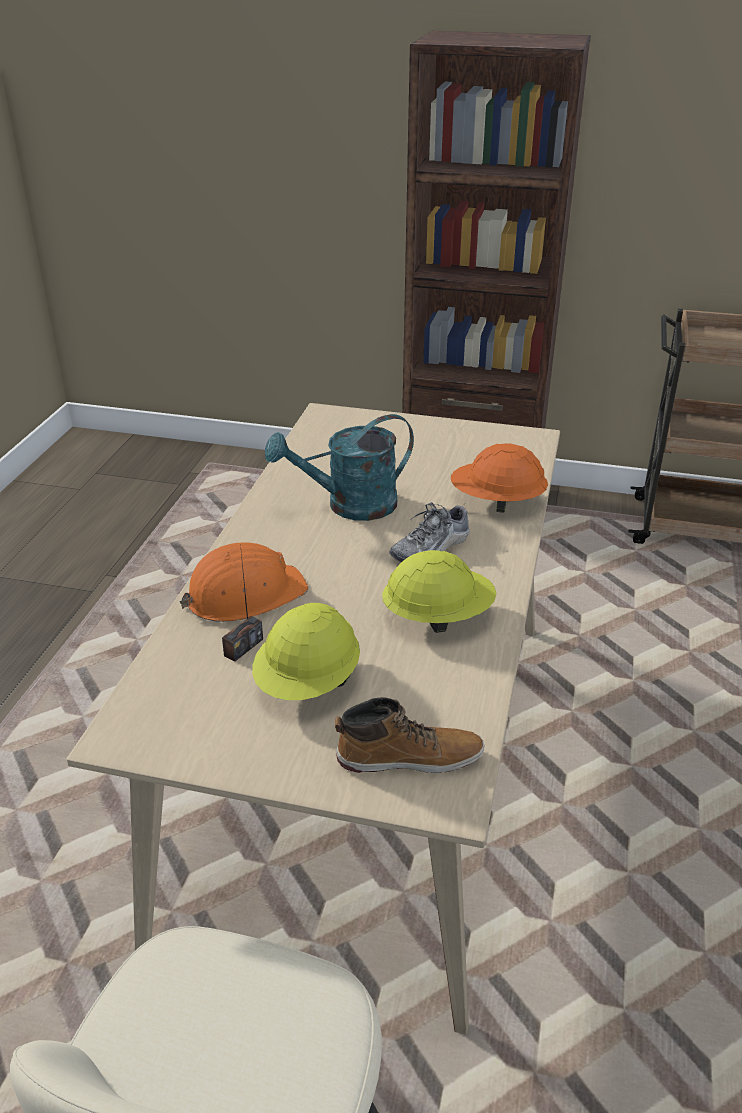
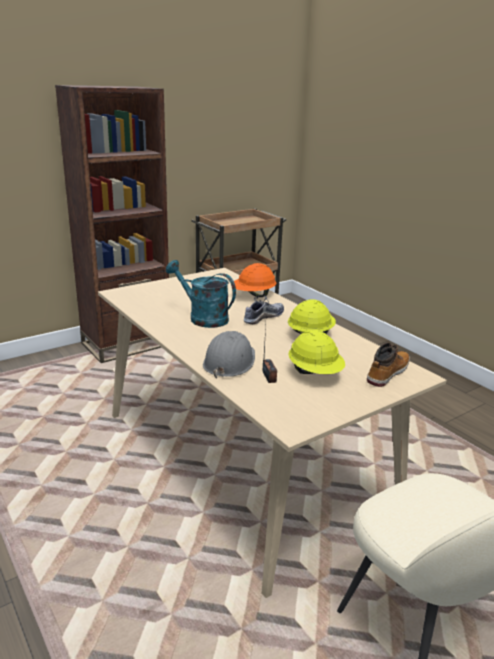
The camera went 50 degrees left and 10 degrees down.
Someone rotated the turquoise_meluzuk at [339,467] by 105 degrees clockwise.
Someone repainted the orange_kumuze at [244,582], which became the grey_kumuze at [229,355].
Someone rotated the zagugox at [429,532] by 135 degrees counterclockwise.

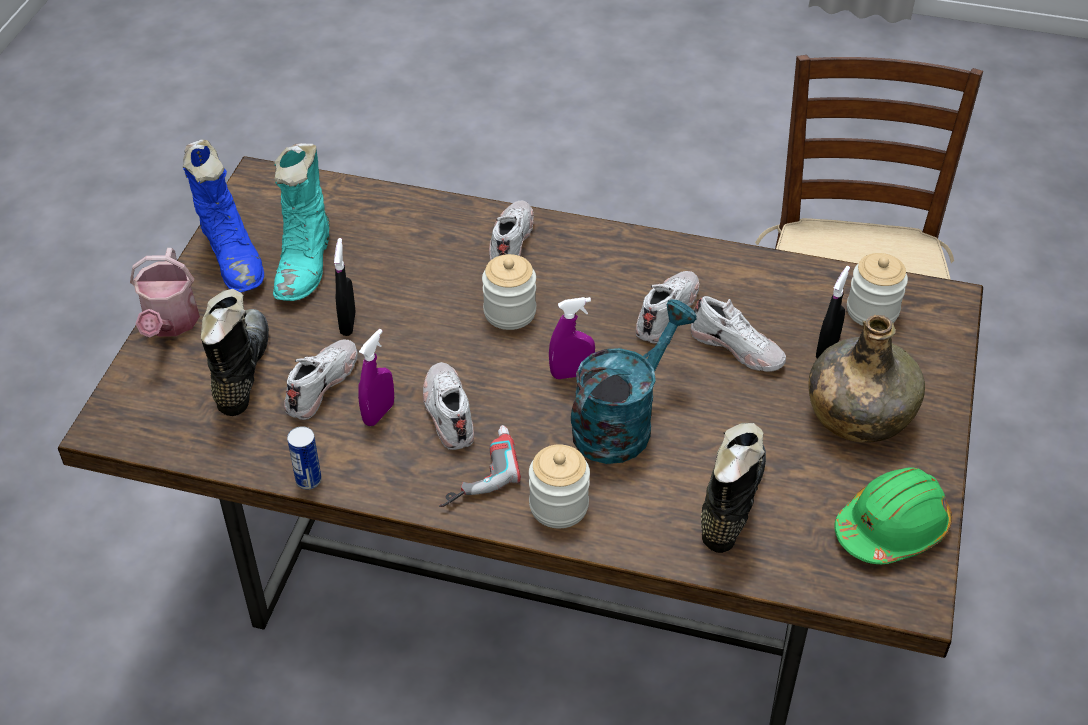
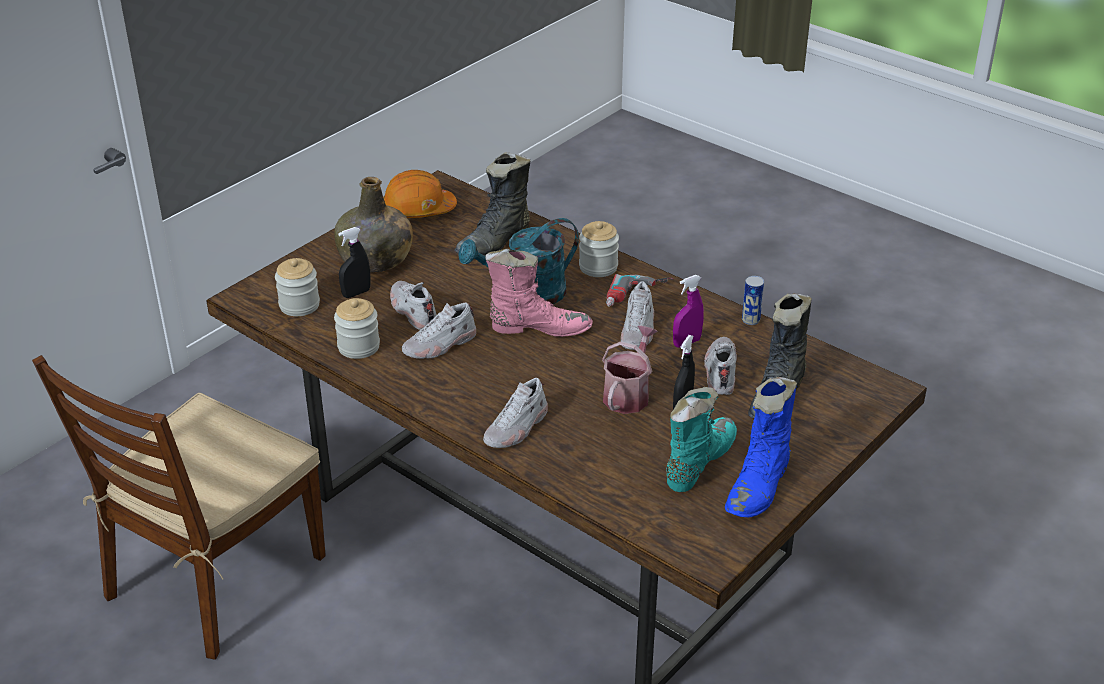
The camera went 155 degrees left and 10 degrees down.
Someone carried the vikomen from [509,292] to [357,328].
Someone repainted the green_kumuze at [893,515], which became the orange_kumuze at [420,194].
Someone swapped the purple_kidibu at [572,338] for the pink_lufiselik at [539,293].
Someone carried the meluzuk from [165,293] to [630,369].
Someone rotated the white_zagugox at [321,380] by 135 degrees clockwise.
Someone rotated the blue_lufiselik at [223,216] by 150 degrees counterclockwise.

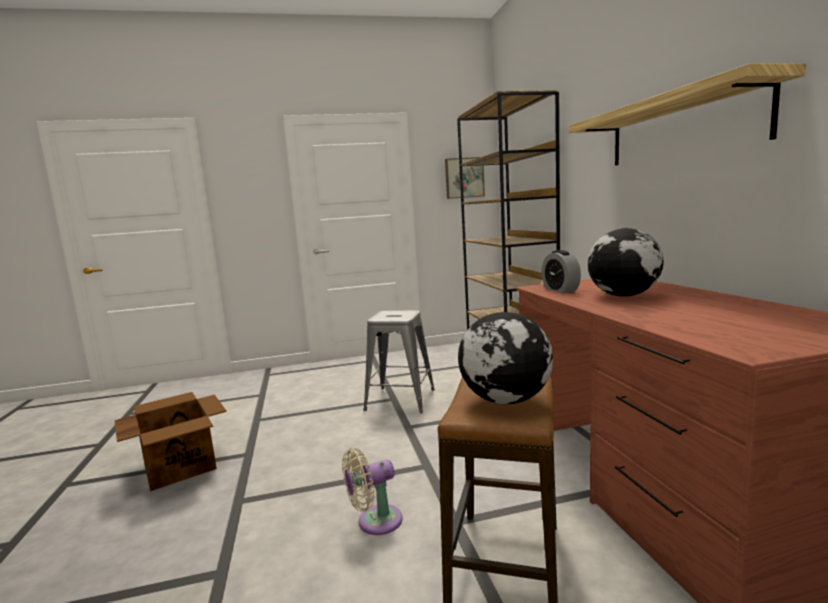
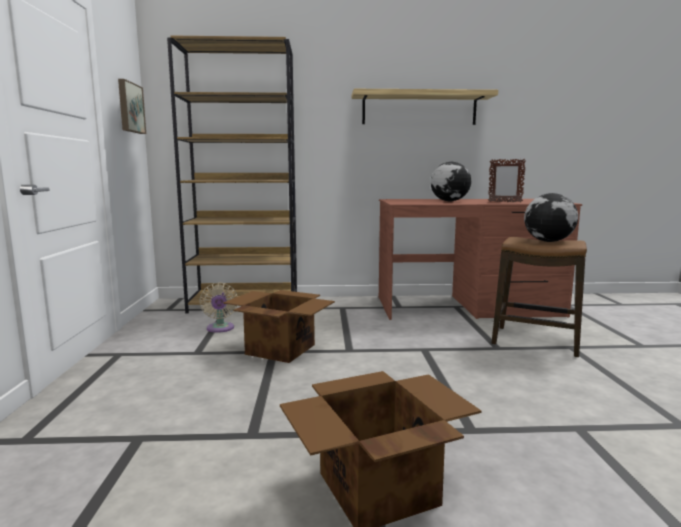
The camera went 80 degrees left and 0 degrees up.
Someone carried the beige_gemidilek from [372,491] to [218,307].
Someone swapped the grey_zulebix at [399,361] for the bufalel at [279,326].
Someone put down the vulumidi at [507,180].
Someone took away the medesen at [561,271].

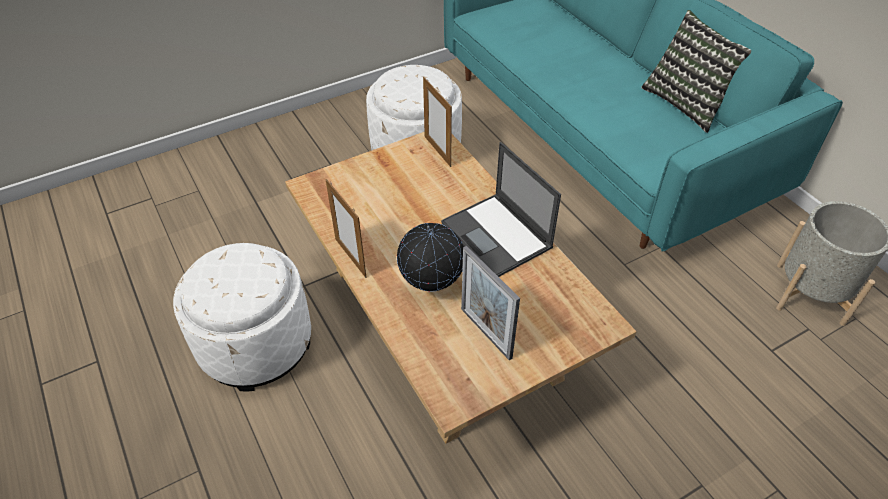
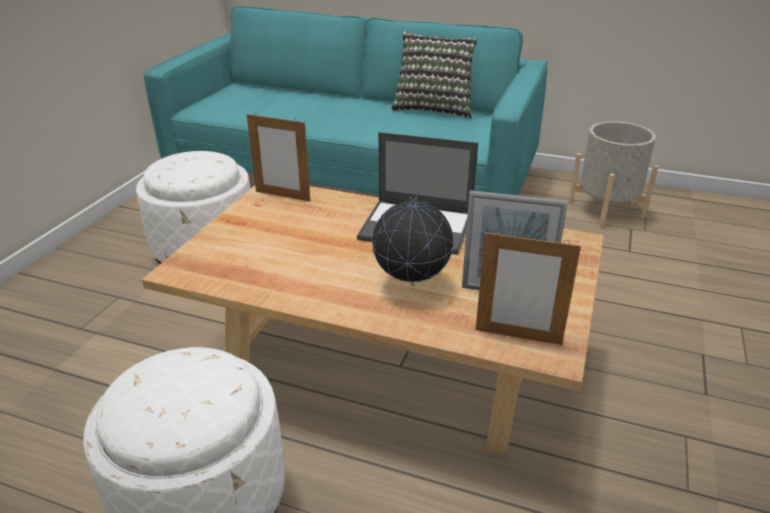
The camera went 40 degrees left and 15 degrees down.
Someone carried the vulumidi from [345,228] to [528,287].

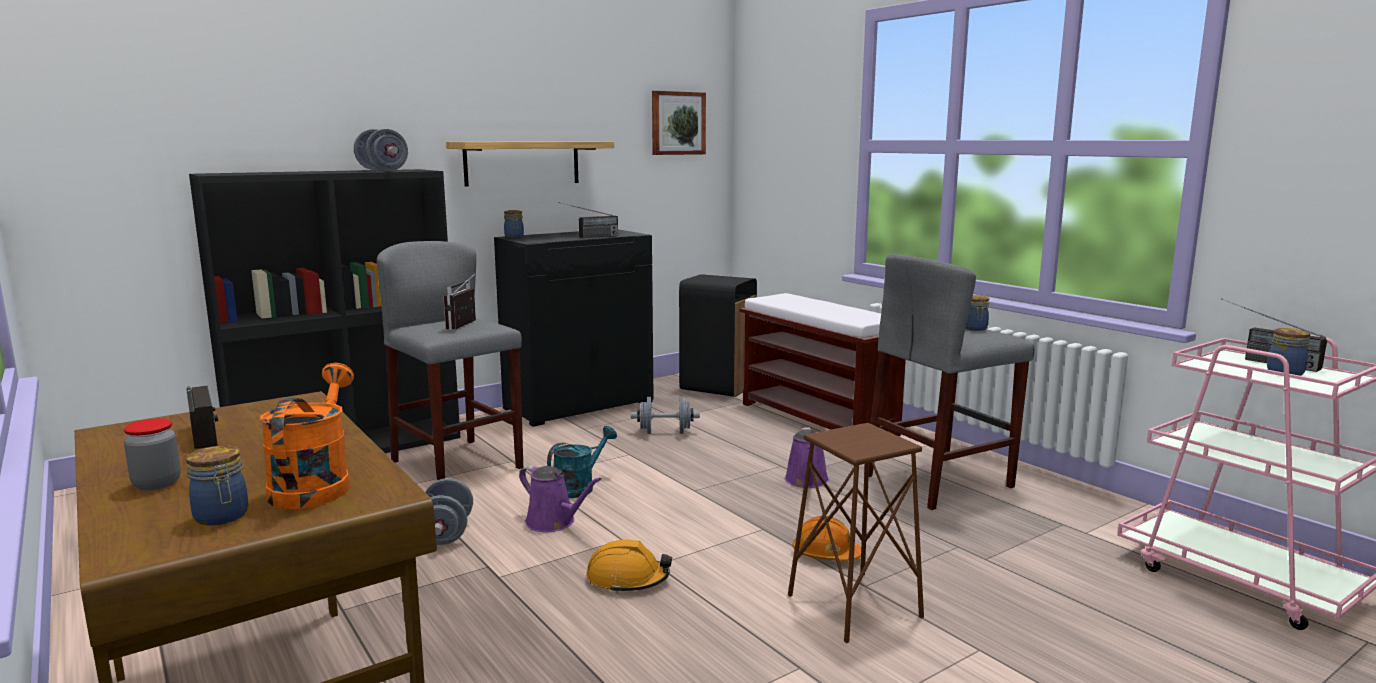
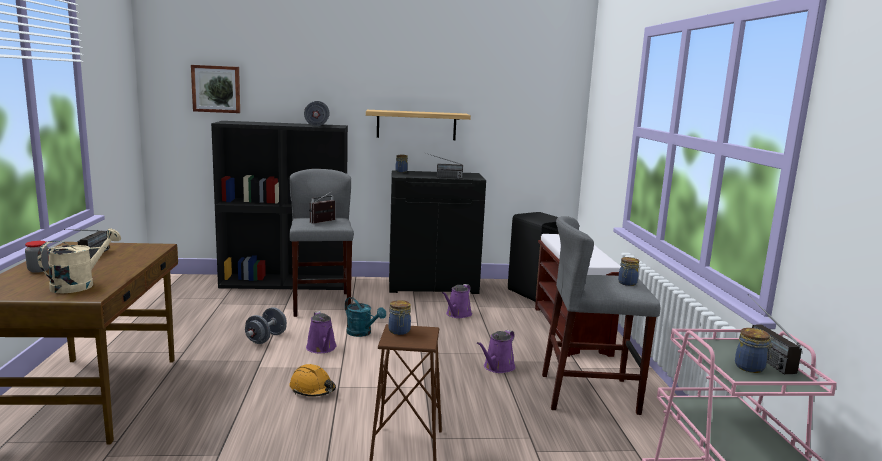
The camera went 30 degrees right and 0 degrees up.
Someone repainted the orange_meluzuk at [307,436], which became the beige_meluzuk at [79,260].
Someone carried the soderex from [679,123] to [215,89].
Someone rotated the turquoise_meluzuk at [582,462] by 60 degrees clockwise.
Someone carried the vikomen from [217,485] to [400,317].
Someone swapped the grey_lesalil at [665,415] for the purple_meluzuk at [457,301].
Someone took away the orange_kumuze at [827,538].

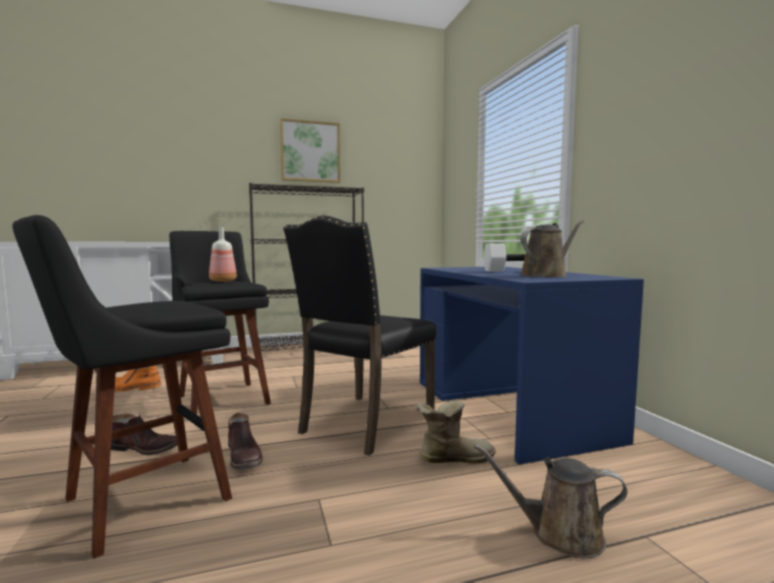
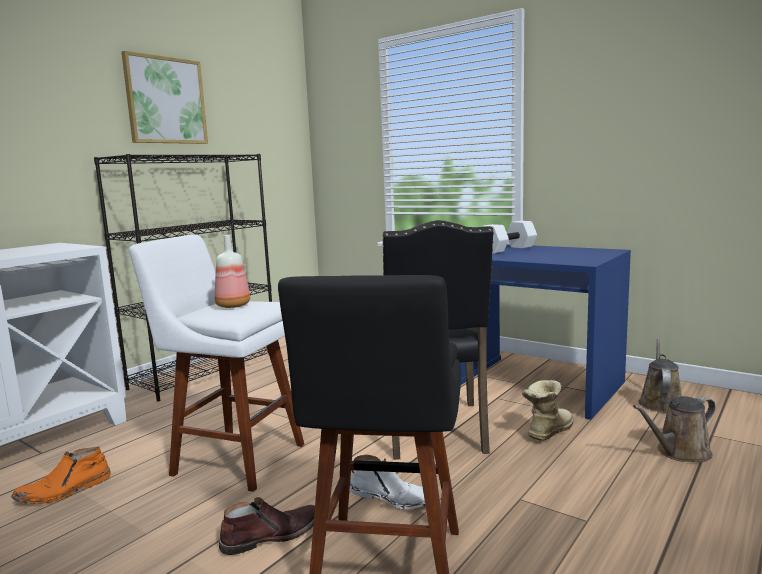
The camera went 35 degrees left and 5 degrees up.
Someone repainted the black_zulebix at [220,323], which became the white_zulebix at [217,363].
Someone repainted the brown_lufiselik at [245,441], which became the white_lufiselik at [388,482].
Someone carried the brown_meluzuk from [552,248] to [660,375].

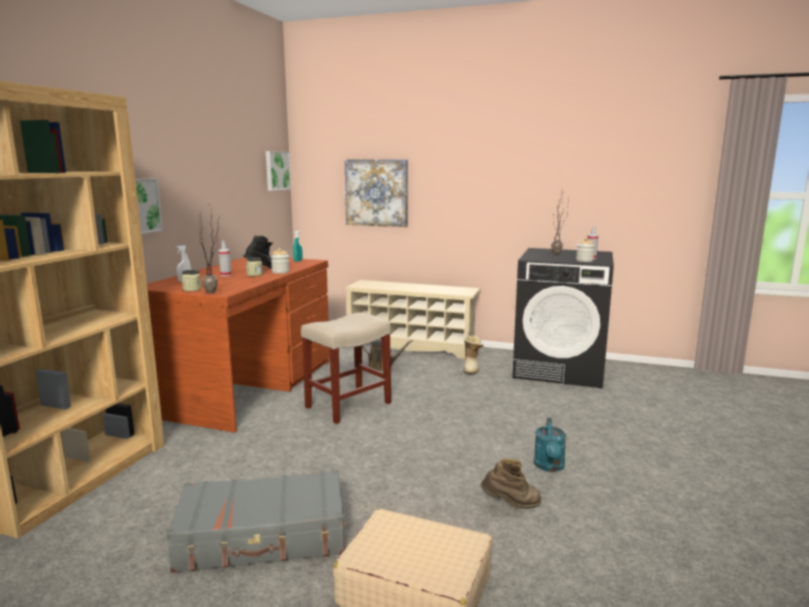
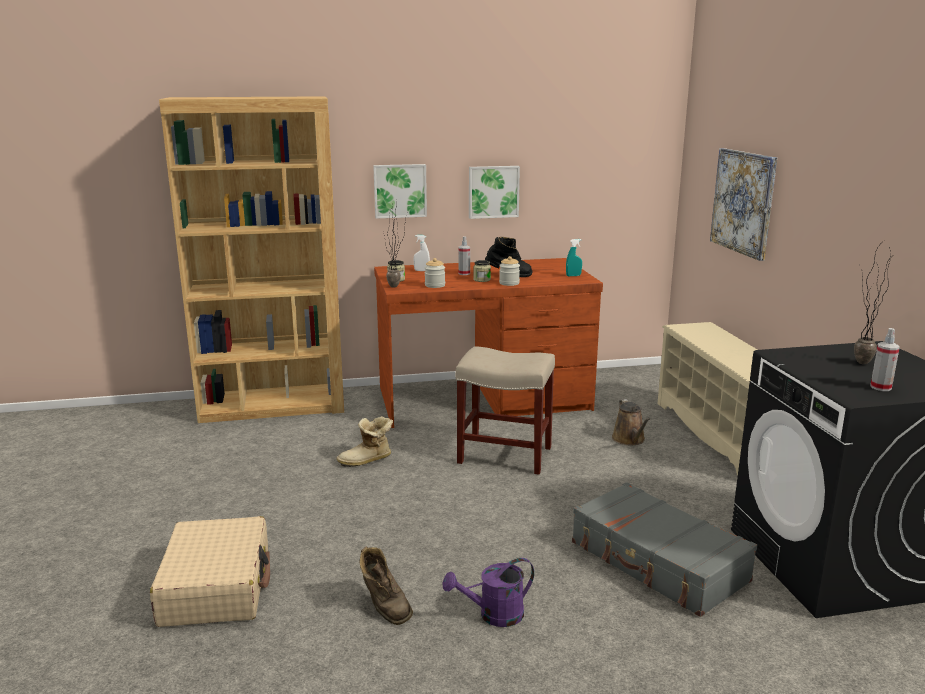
The camera went 60 degrees right and 5 degrees up.
Someone carried the lufiselik from [473,355] to [365,441].
Someone carried the vikomen from [585,250] to [434,273].
Someone repainted the turquoise_meluzuk at [550,445], which became the purple_meluzuk at [488,592].
Someone carried the soderex from [278,171] to [494,192].
Someone carried the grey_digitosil from [255,521] to [664,549].

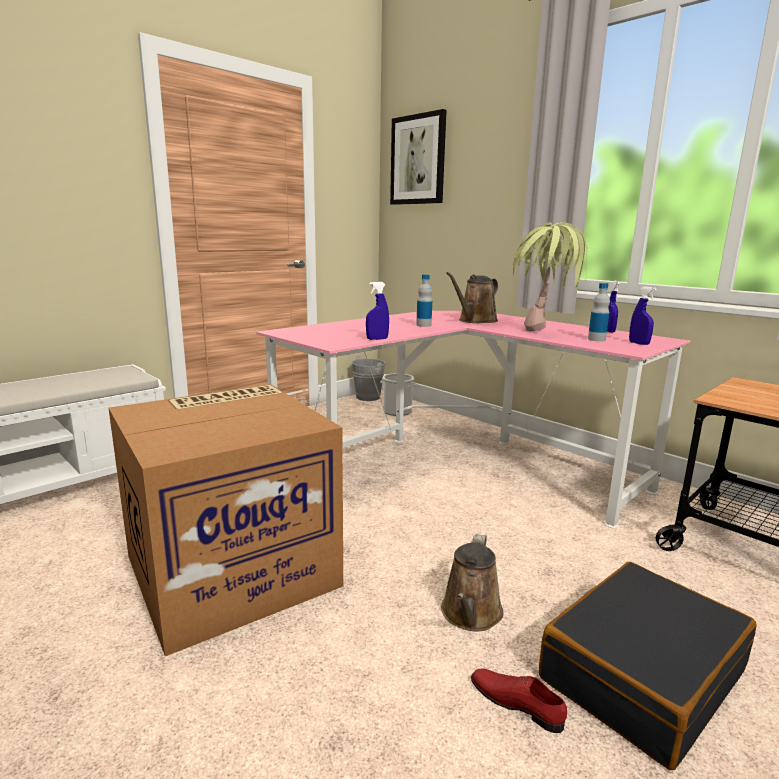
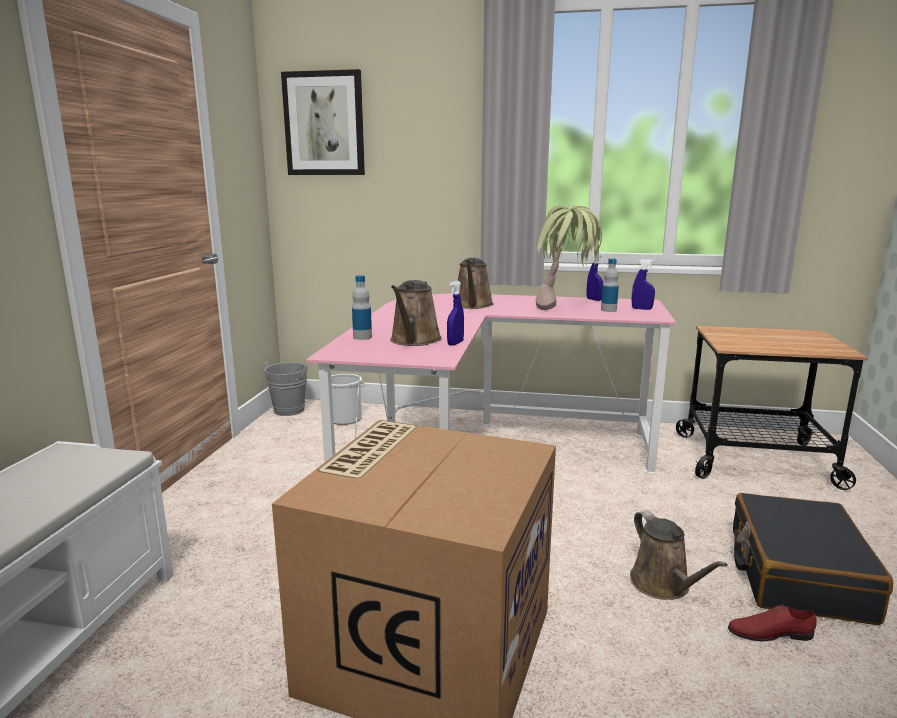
The camera went 35 degrees left and 0 degrees up.
Someone carried the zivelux from [424,300] to [362,307].
Someone put down the brown_meluzuk at [416,313].

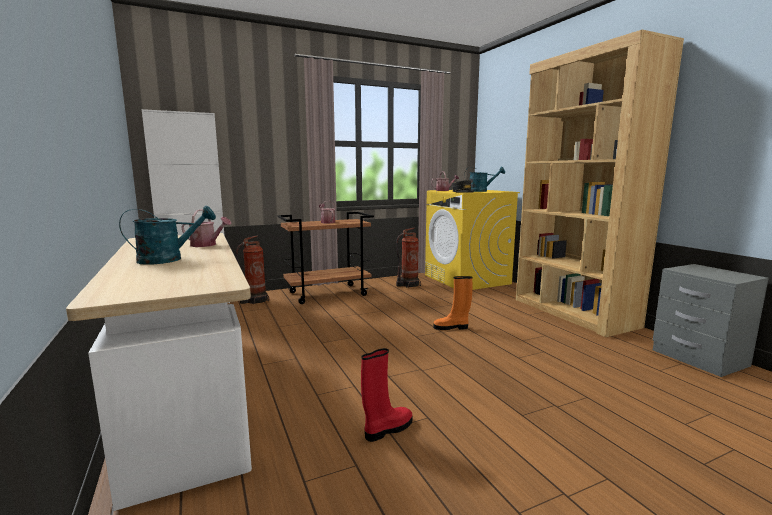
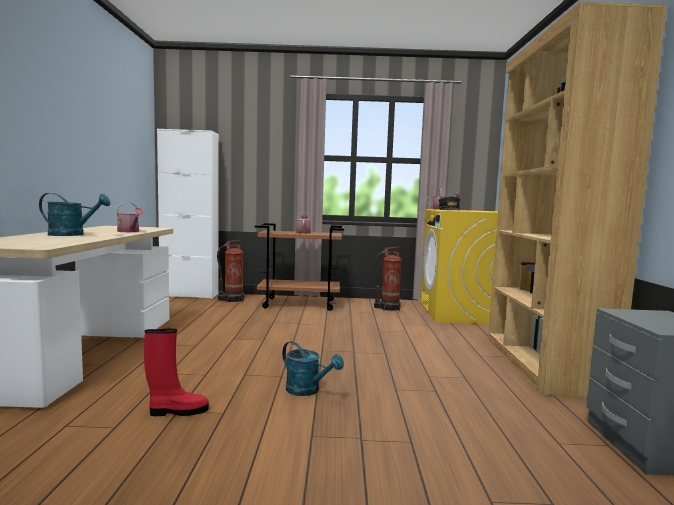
The camera went 25 degrees right and 5 degrees down.
Someone carried the turquoise_meluzuk from [484,179] to [313,368].
Someone took away the orange_lufiselik at [452,303].

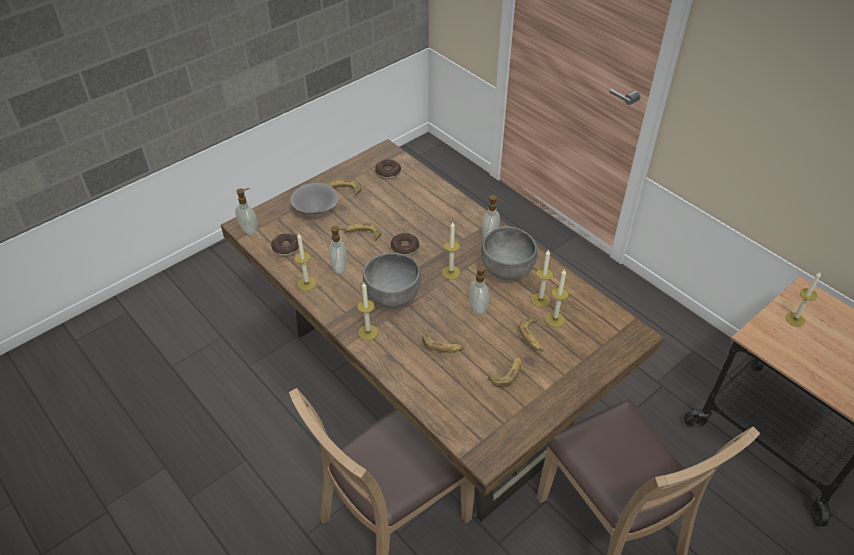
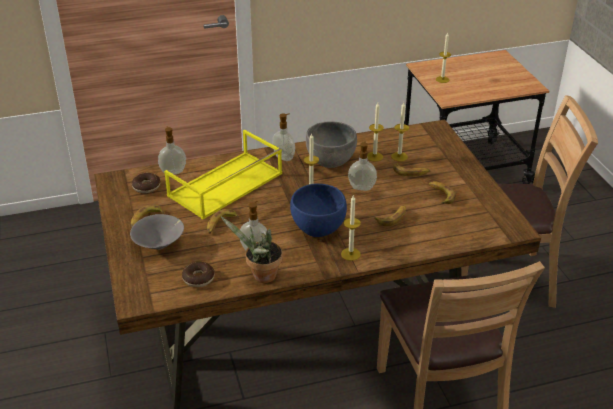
The camera went 65 degrees left and 10 degrees down.
Someone carried the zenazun from [246,211] to [172,150].
Someone put down the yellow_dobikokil at [223,175].
Someone swapped the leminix at [305,262] for the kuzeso at [252,250].
Someone repainted the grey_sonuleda at [392,280], which became the blue_sonuleda at [318,210].
Someone took away the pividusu at [405,244].

